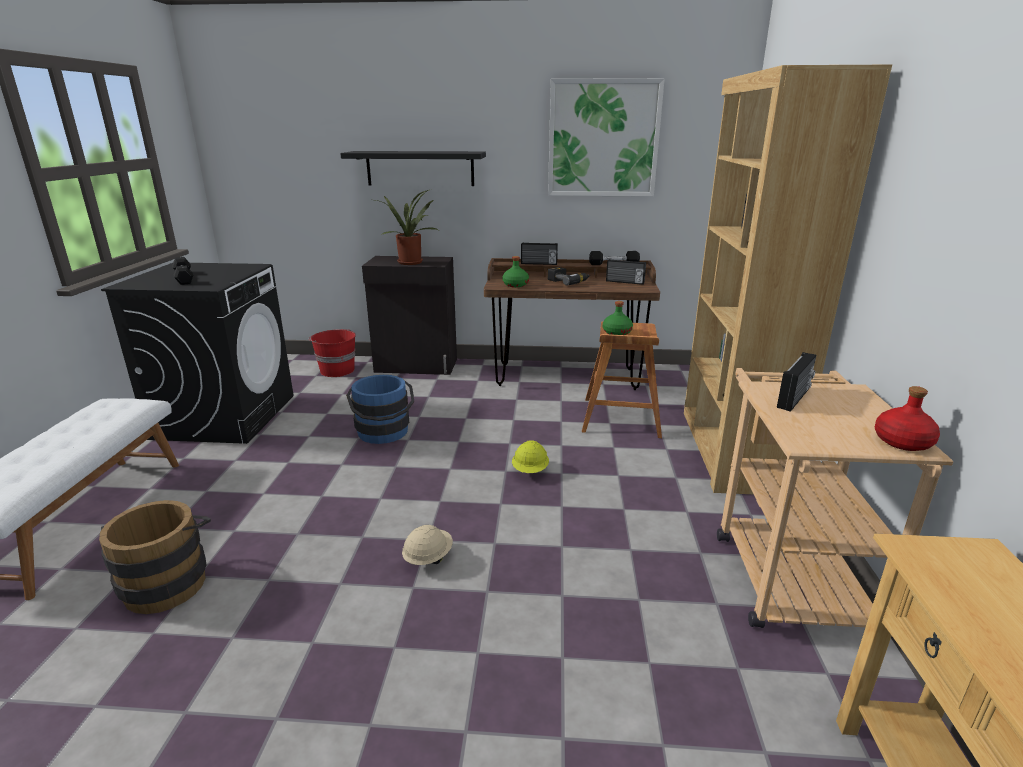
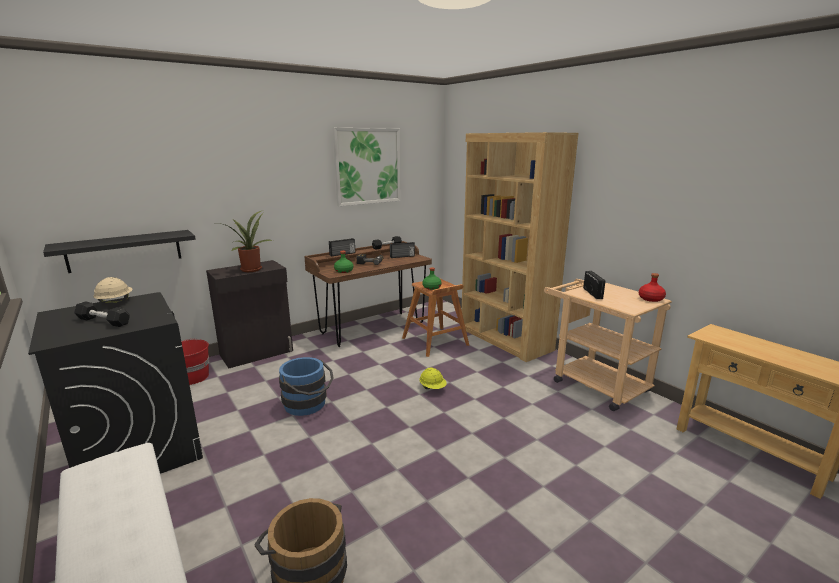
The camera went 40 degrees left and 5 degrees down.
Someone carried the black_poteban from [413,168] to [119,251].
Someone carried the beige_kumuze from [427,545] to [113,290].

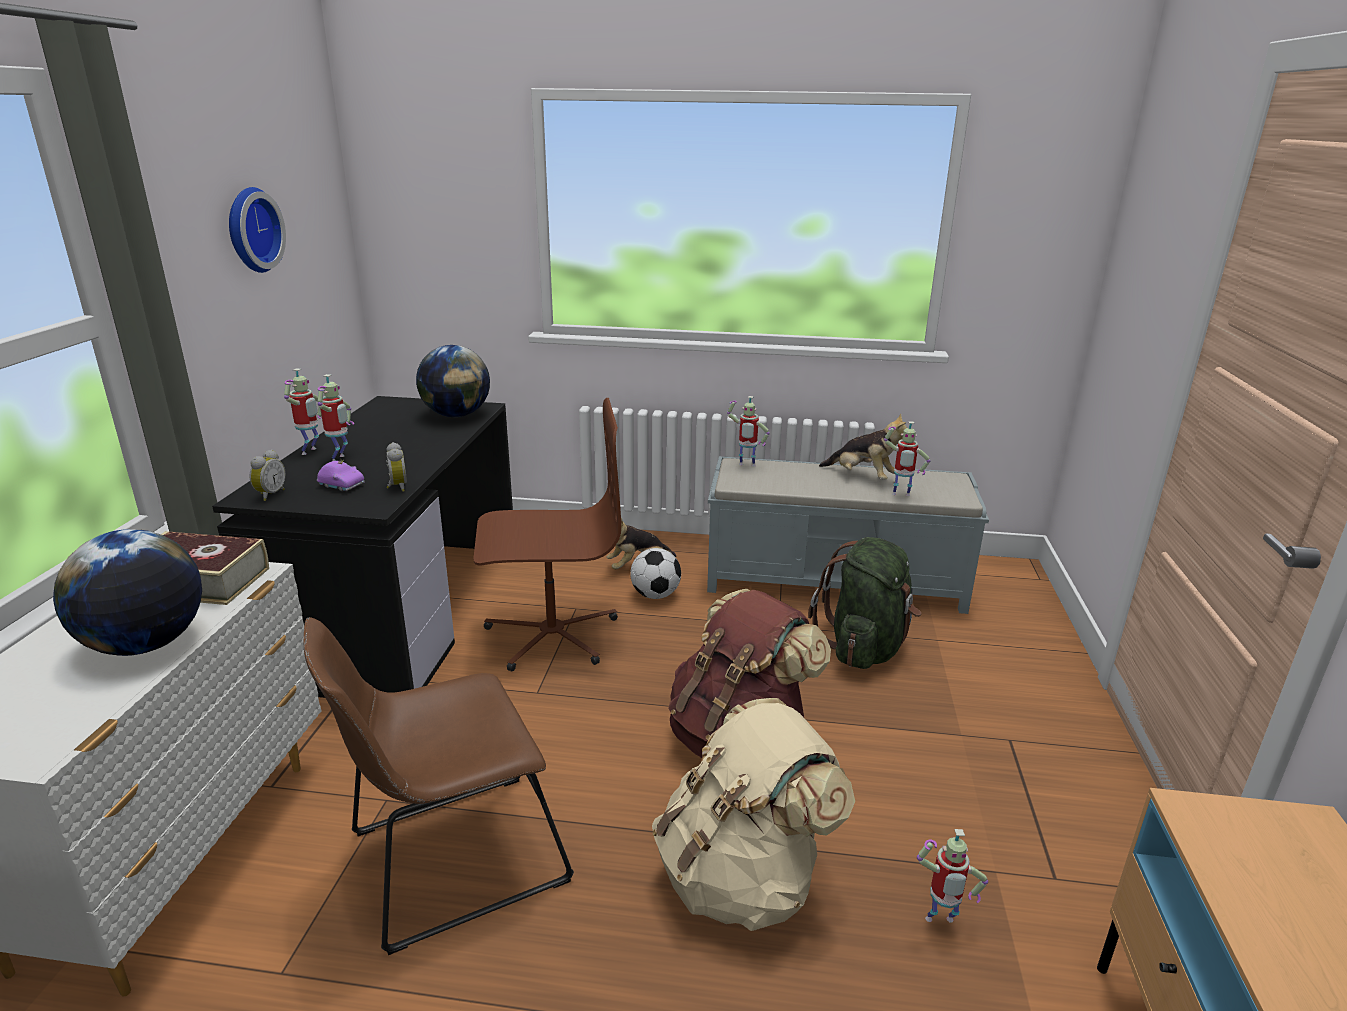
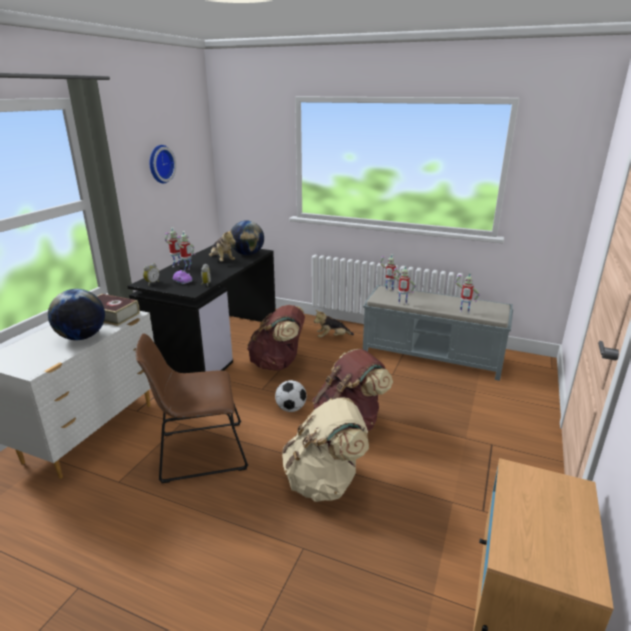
The camera went 15 degrees right and 0 degrees up.
Someone carried the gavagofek from [863,446] to [222,244].
Someone swapped the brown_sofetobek at [547,535] for the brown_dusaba at [276,338].
Someone carried the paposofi from [655,573] to [291,396].
Someone carried the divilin from [952,875] to [404,285].
Someone took away the green_dusaba at [864,603].

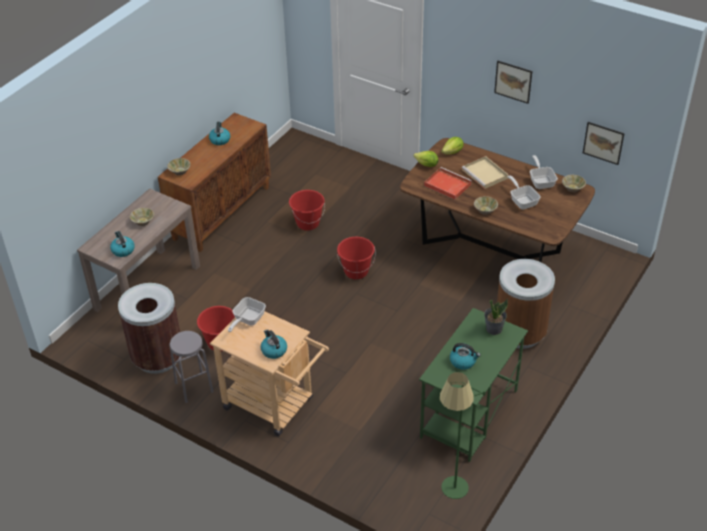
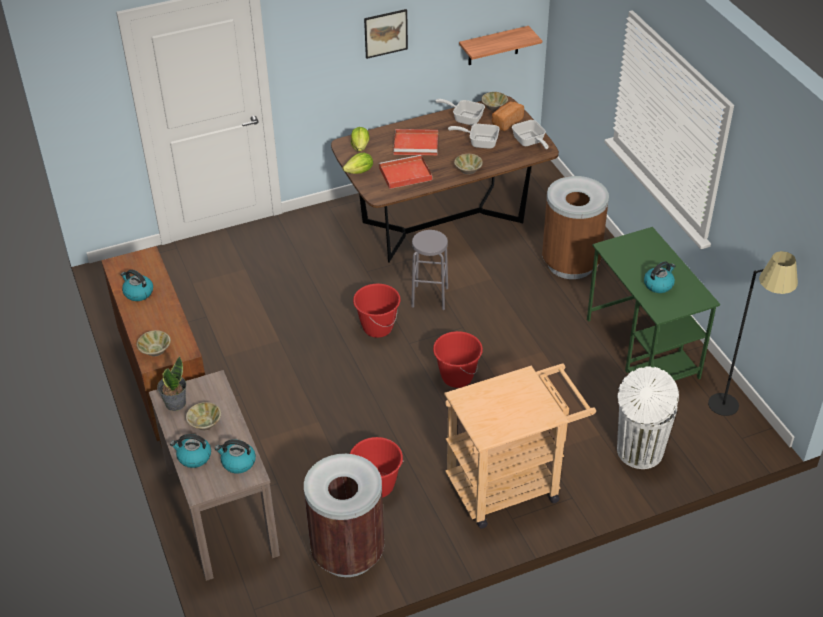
The camera went 55 degrees left and 0 degrees up.
Someone carried the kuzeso from [496,317] to [171,383].
Someone carried the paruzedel from [274,344] to [190,451].
Someone repainted the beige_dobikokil at [485,172], which became the red_dobikokil at [416,142].
Someone carried the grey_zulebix from [191,367] to [429,270].
Someone carried the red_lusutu from [307,210] to [458,359].
Someone swapped the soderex at [604,143] for the poteban at [500,45].
Someone put down the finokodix at [508,116].
Someone carried the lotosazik from [247,314] to [530,134].
Someone put down the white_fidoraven at [648,417].
Someone repainted the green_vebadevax at [463,435], which became the black_vebadevax at [753,333].

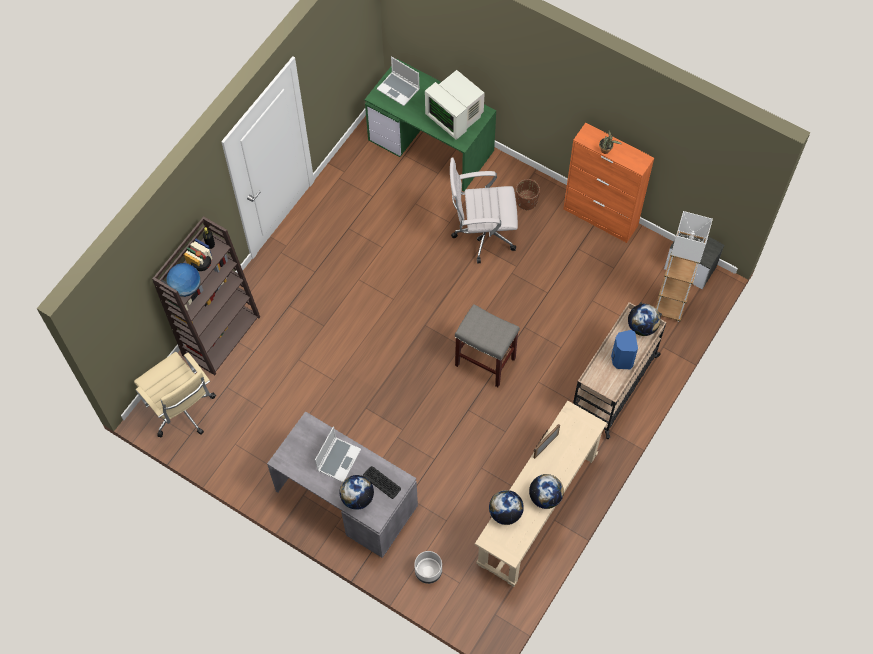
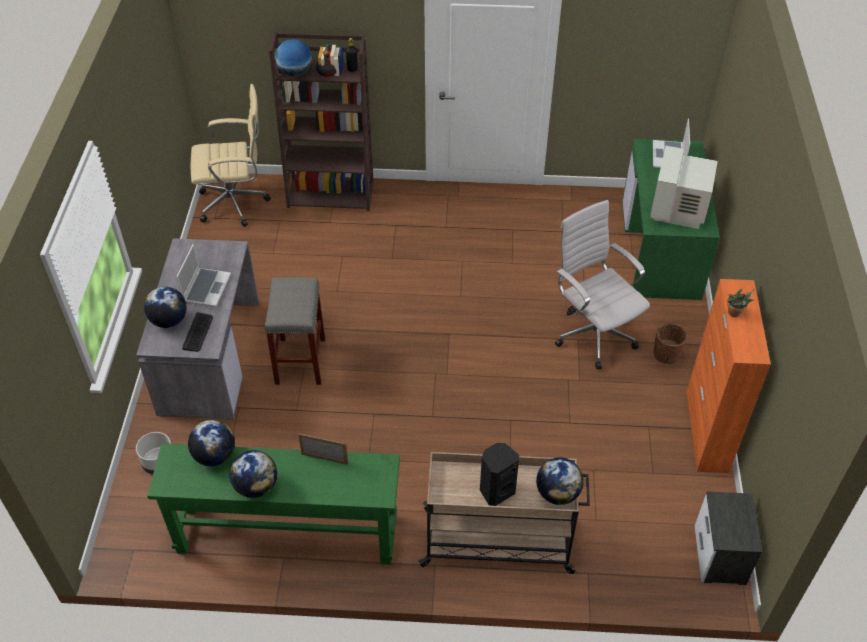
The camera went 60 degrees right and 15 degrees down.
Someone repainted the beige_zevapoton at [541,494], which became the green_zevapoton at [273,504].
Someone rotated the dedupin at [338,454] by 75 degrees counterclockwise.
Someone rotated the beige_sofetobek at [175,395] by 120 degrees counterclockwise.
Someone carried the grey_zulebix from [487,345] to [295,331].
Someone repainted the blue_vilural at [624,349], which became the black_vilural at [499,474].
Someone took away the white_vebadevax at [684,266].

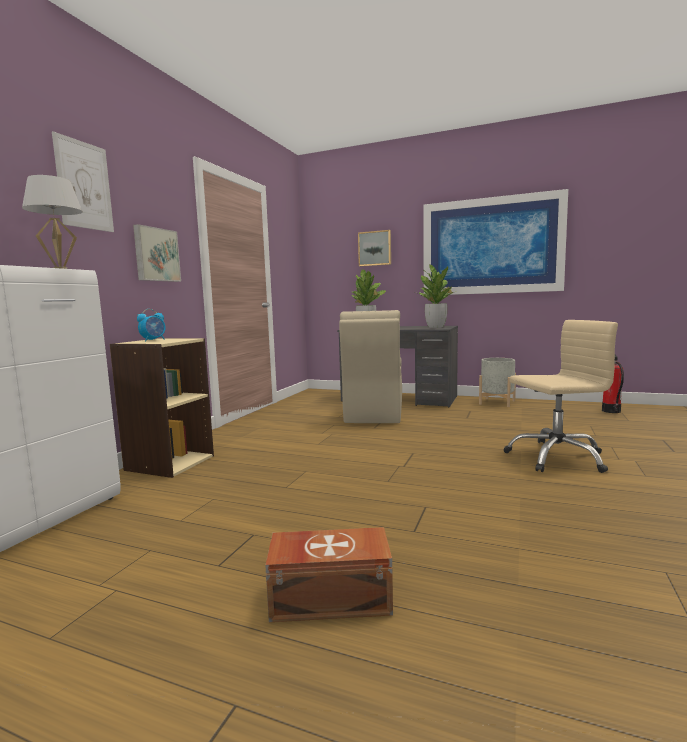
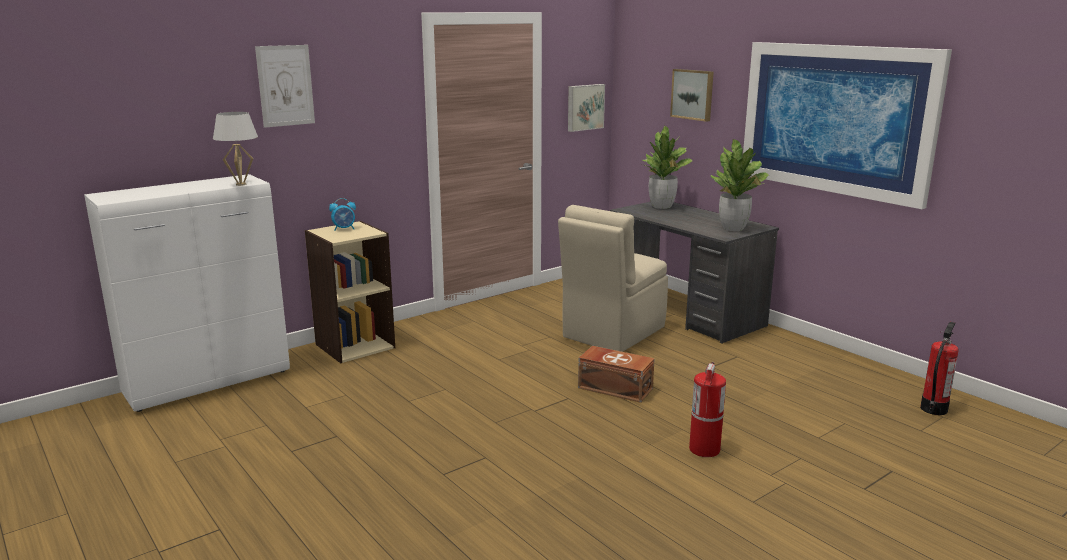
The camera went 30 degrees right and 10 degrees up.
Someone carried the soderex from [157,253] to [586,108].
Someone carried the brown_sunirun from [329,574] to [616,374].
Someone swapped the beige_sofetobek at [561,396] for the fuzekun at [707,409].
Someone took away the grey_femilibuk at [497,382].

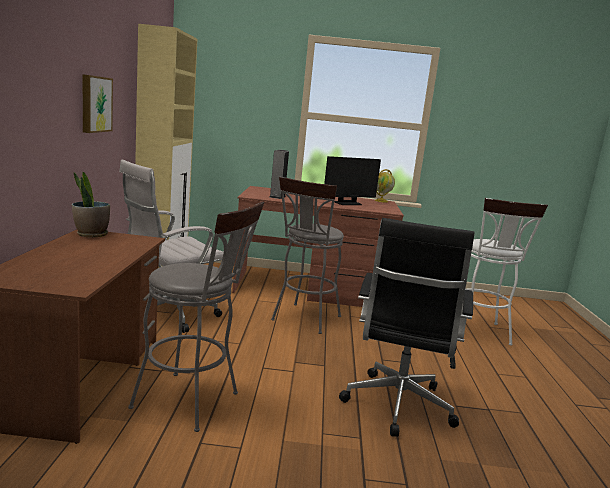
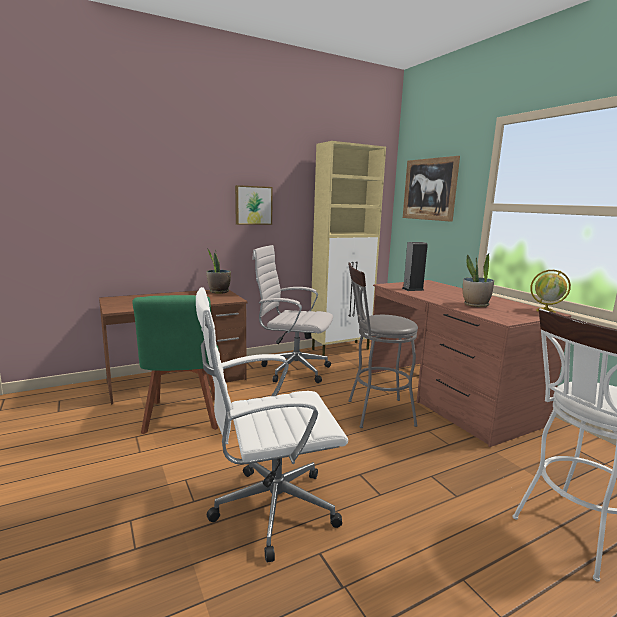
The camera went 60 degrees right and 0 degrees up.
Someone swapped the grey_zulebix at [196,316] for the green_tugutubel at [175,364].
Someone repainted the black_sofetobek at [406,327], which became the white_sofetobek at [272,425].
Someone put up the soderex at [431,189].
Someone swapped the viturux at [352,180] for the kuzeso at [478,280].

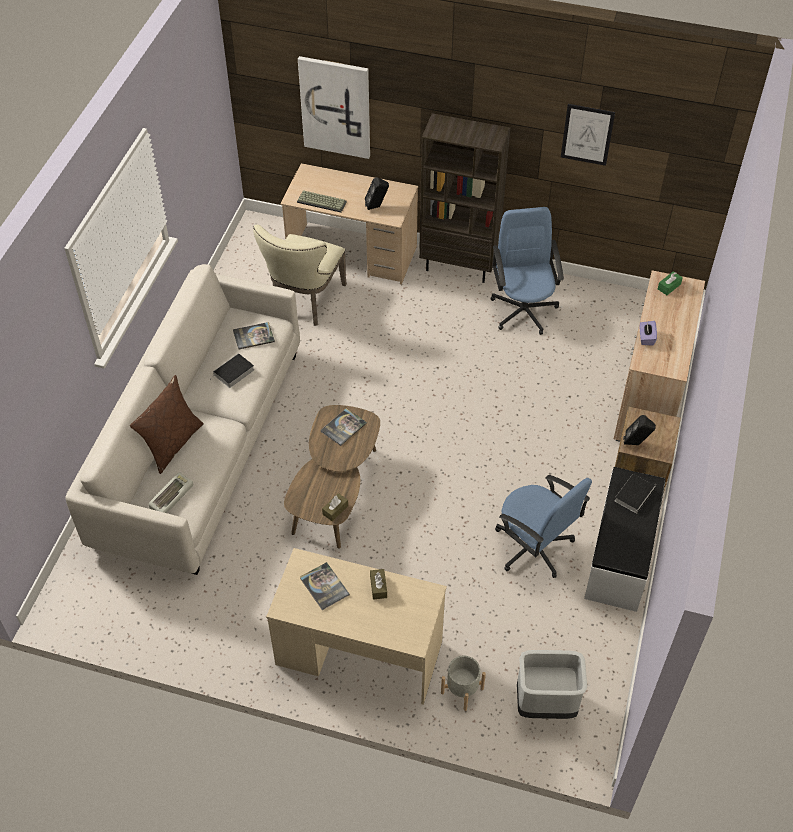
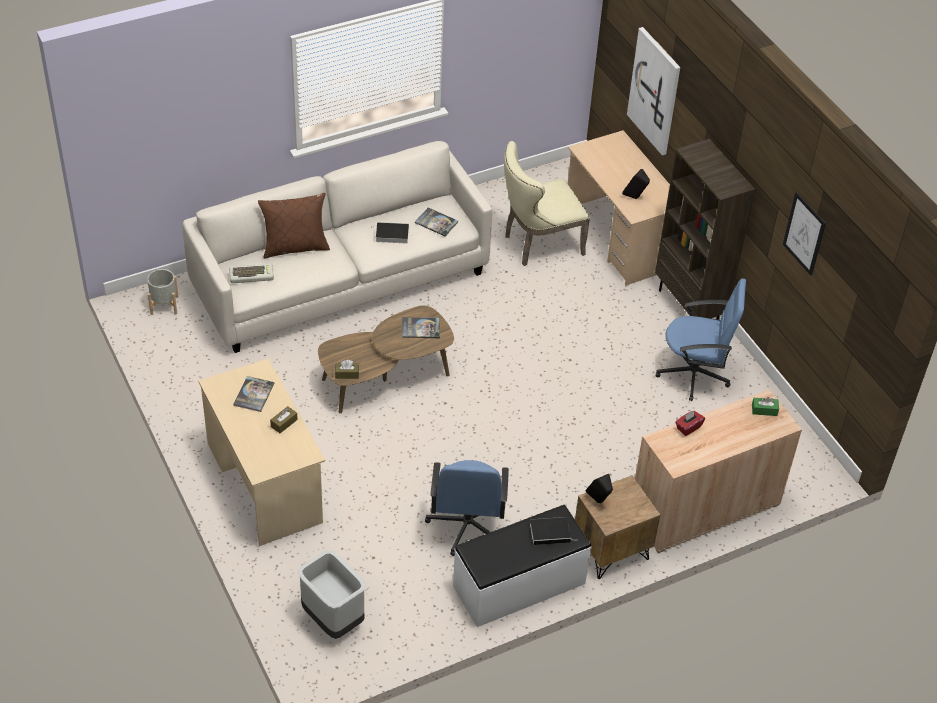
The camera went 45 degrees right and 5 degrees down.
Someone carried the grey_femilibuk from [463,683] to [163,292].
Someone rotated the blue_sofetobek at [527,271] by 60 degrees clockwise.
Someone repainted the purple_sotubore at [648,333], which became the red_sotubore at [690,423].
Someone took away the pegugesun at [322,201].

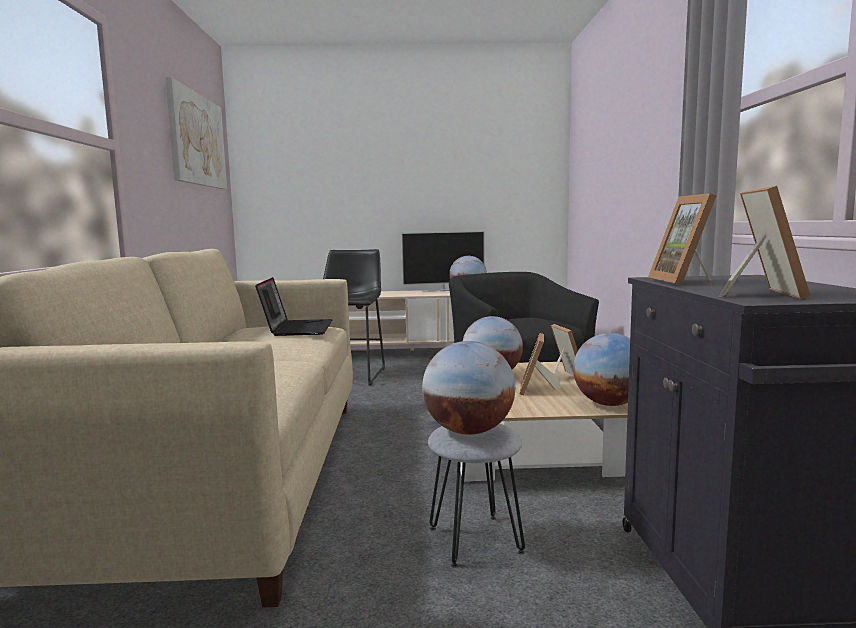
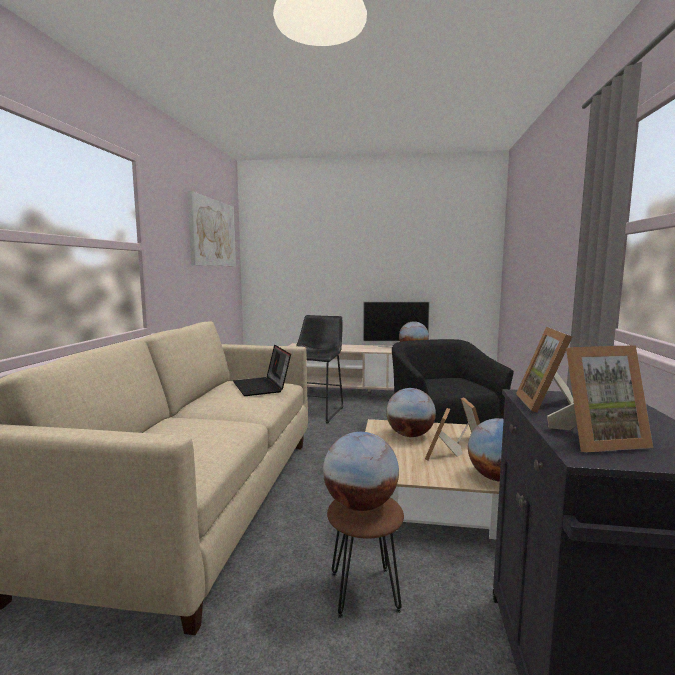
The camera went 10 degrees right and 0 degrees up.
Someone rotated the dedupin at [294,306] by 150 degrees clockwise.
Someone repainted the grey_zulebix at [476,496], which became the brown_zulebix at [365,558].
Someone rotated the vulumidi at [764,242] by 60 degrees clockwise.

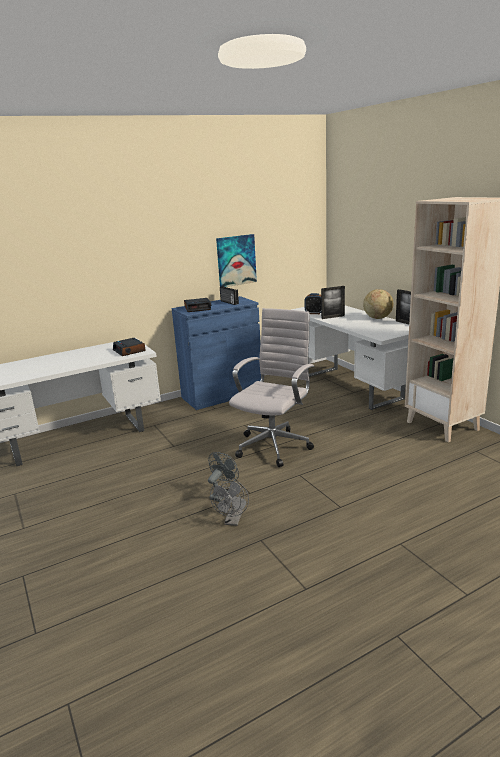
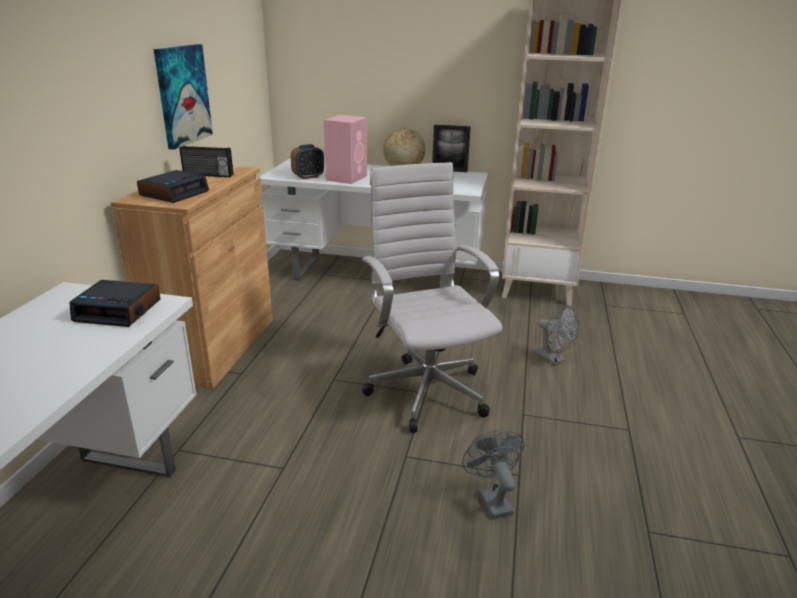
The camera went 50 degrees left and 5 degrees up.
Someone repainted the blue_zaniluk at [216,353], which became the brown_zaniluk at [192,277].
Someone swapped the vulumidi at [333,302] for the pink_vilural at [345,149].
Someone carried the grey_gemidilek from [229,502] to [557,336].

